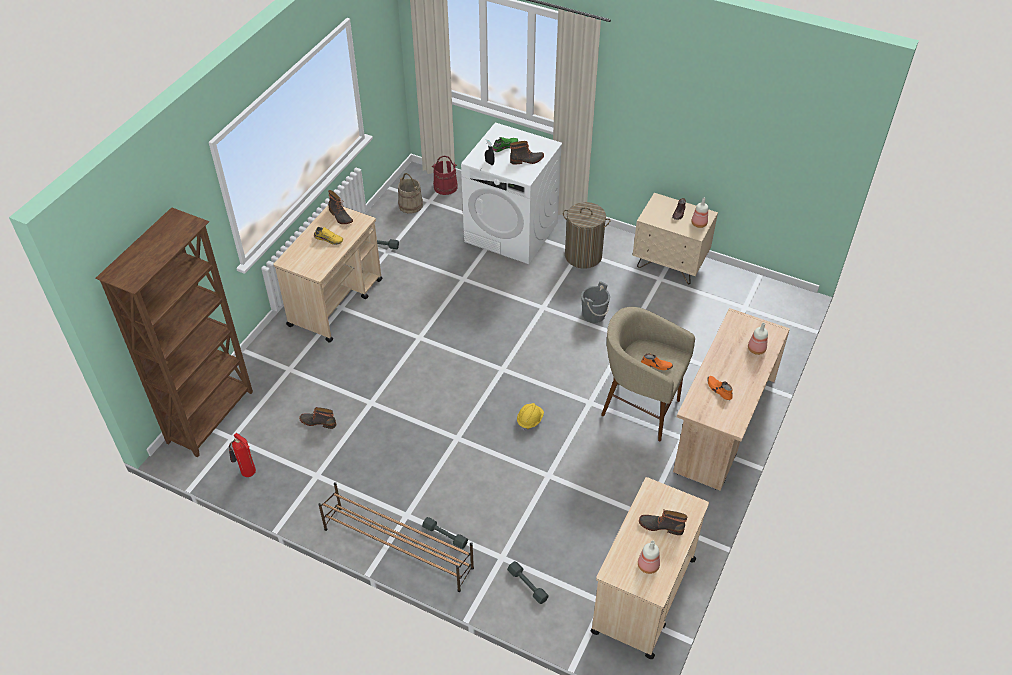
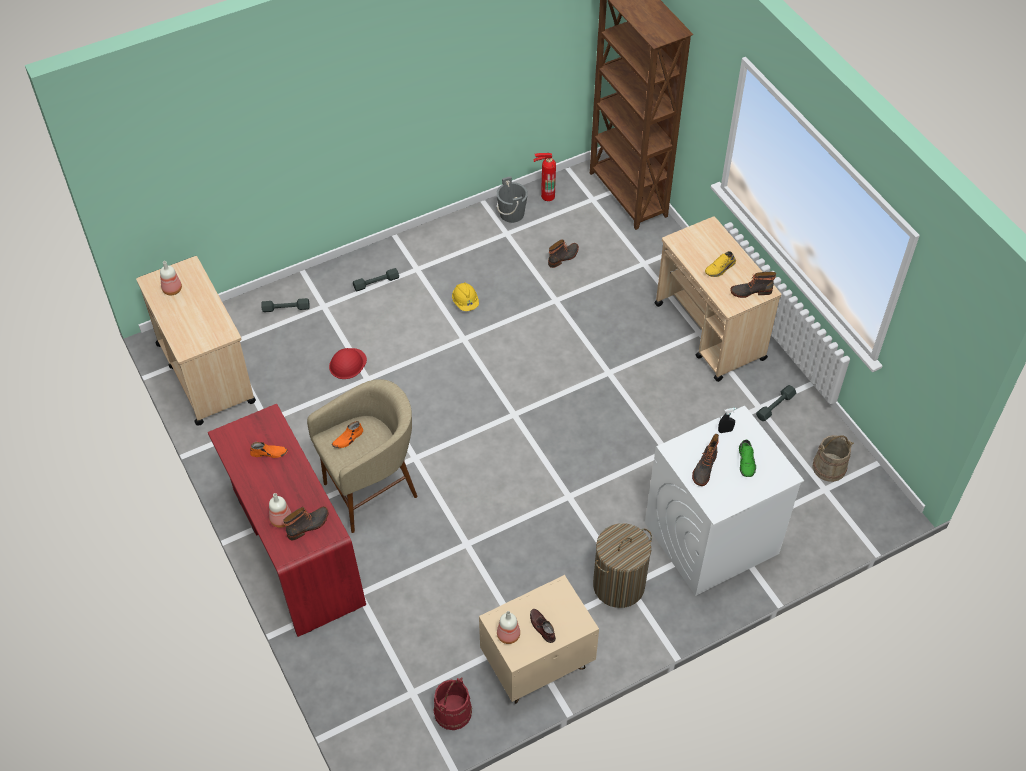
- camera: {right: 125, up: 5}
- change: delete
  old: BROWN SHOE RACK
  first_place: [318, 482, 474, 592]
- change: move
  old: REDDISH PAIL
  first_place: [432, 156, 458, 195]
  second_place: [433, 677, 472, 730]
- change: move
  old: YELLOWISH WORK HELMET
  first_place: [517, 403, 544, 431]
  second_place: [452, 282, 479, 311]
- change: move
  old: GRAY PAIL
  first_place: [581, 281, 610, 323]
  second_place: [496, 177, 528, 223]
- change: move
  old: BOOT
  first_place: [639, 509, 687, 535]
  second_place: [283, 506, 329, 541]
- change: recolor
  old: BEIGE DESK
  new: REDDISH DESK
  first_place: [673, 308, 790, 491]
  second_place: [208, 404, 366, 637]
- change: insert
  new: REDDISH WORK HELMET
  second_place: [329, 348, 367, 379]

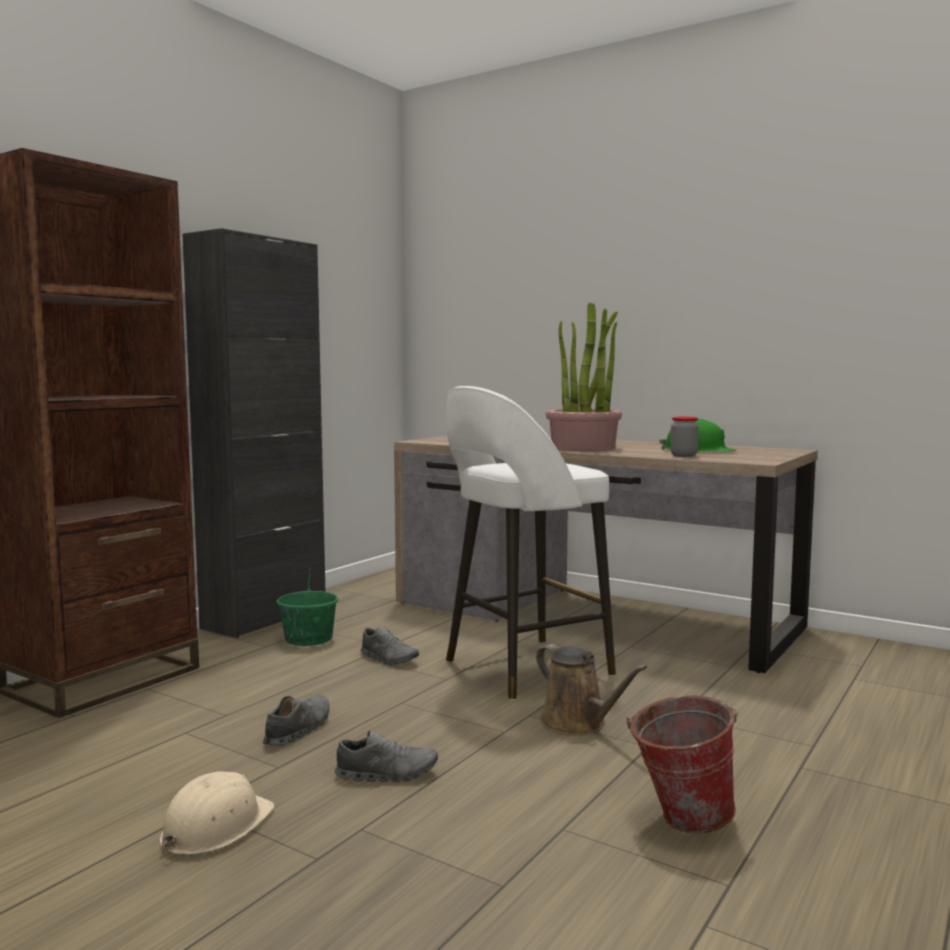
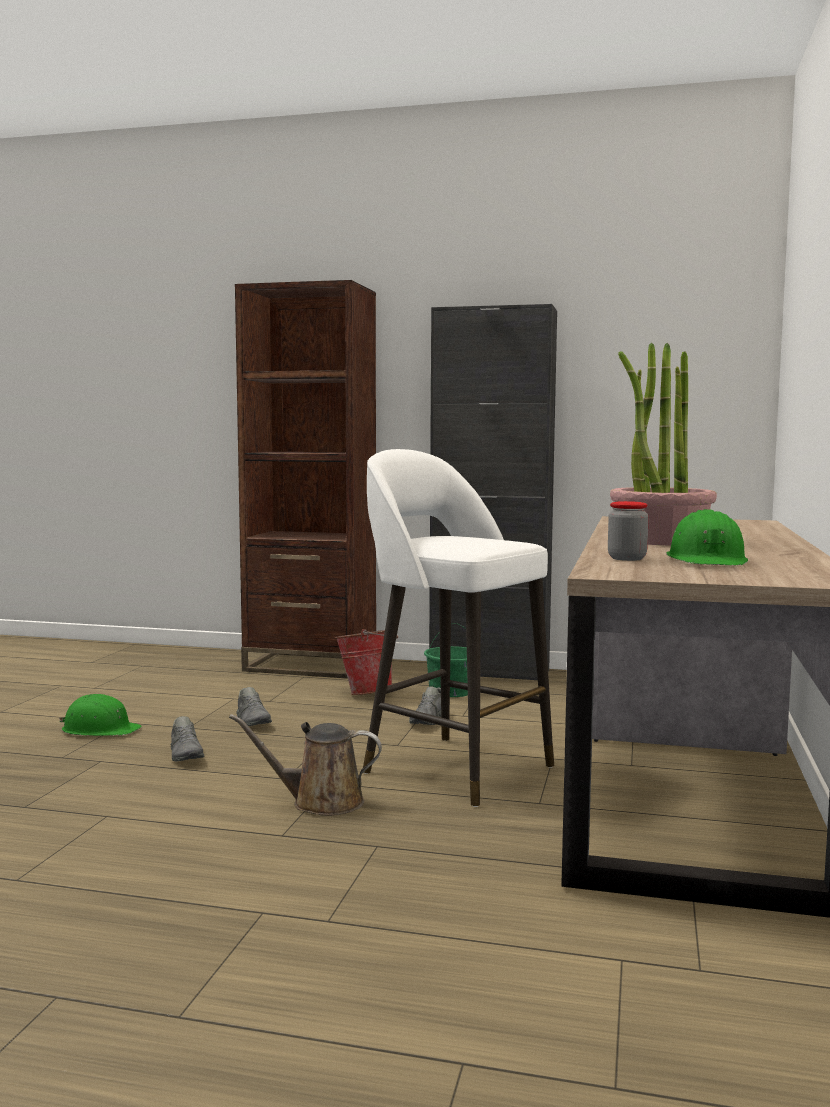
- camera: {right: 70, up: 0}
- change: recolor
  old: BEIGE WORK HELMET
  new: GREENISH WORK HELMET
  first_place: [160, 771, 275, 856]
  second_place: [59, 694, 142, 736]
- change: rotate
  old: GRAY LOW SHOE
  first_place: [263, 695, 329, 746]
  second_place: [236, 687, 272, 726]
  degrees: 60
- change: rotate
  old: BROWN WATERING CAN
  first_place: [536, 644, 647, 735]
  second_place: [229, 714, 382, 816]
  degrees: 60
- change: move
  old: PAIL
  first_place: [626, 695, 738, 833]
  second_place: [335, 629, 398, 695]

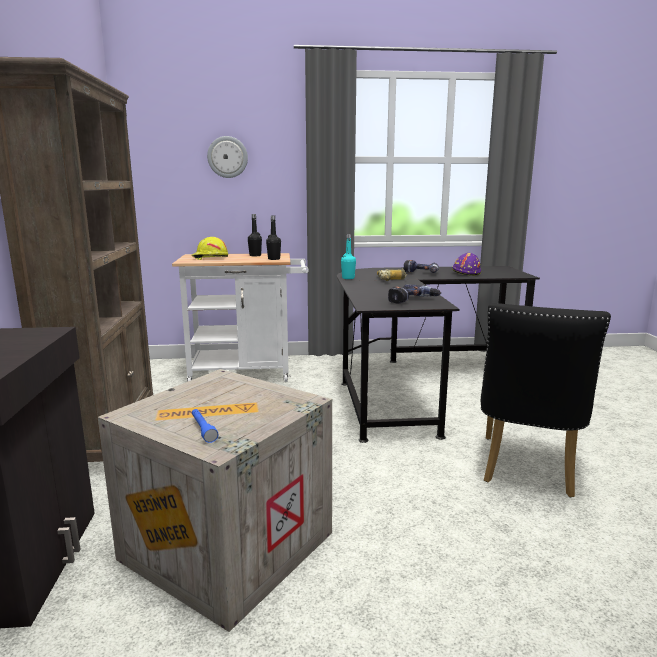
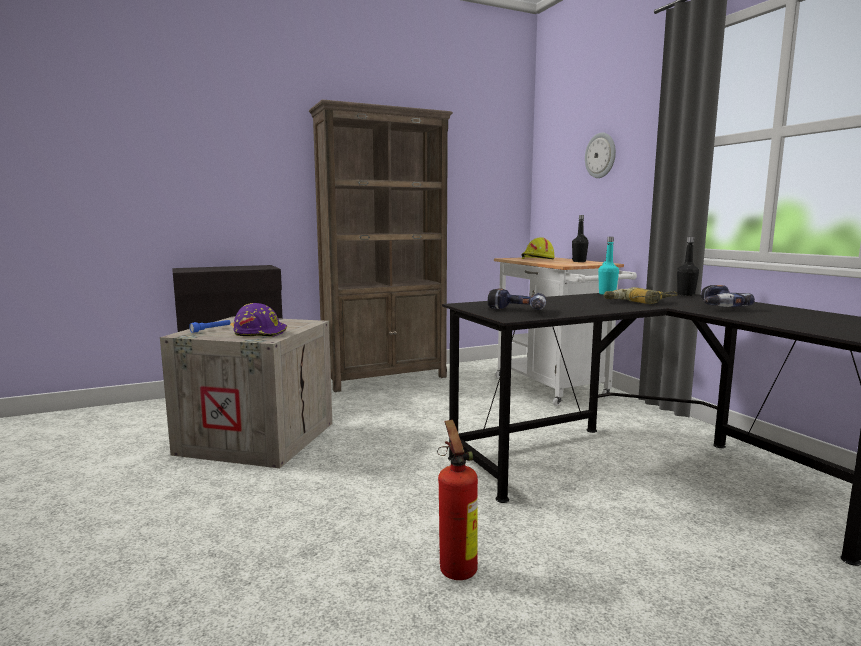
- camera: {right: 70, up: -5}
- change: move
  old: BLACK-COLOURED DRINK BOTTLE
  first_place: [266, 216, 281, 260]
  second_place: [677, 237, 699, 296]
- change: move
  old: PURPLE-COLOURED WORK HELMET
  first_place: [452, 253, 481, 276]
  second_place: [234, 303, 287, 337]
- change: replace
  old: BLACK-COLOURED CHAIR
  new: FIRE-FIGHTING CYLINDER
  first_place: [481, 303, 611, 497]
  second_place: [437, 420, 478, 580]

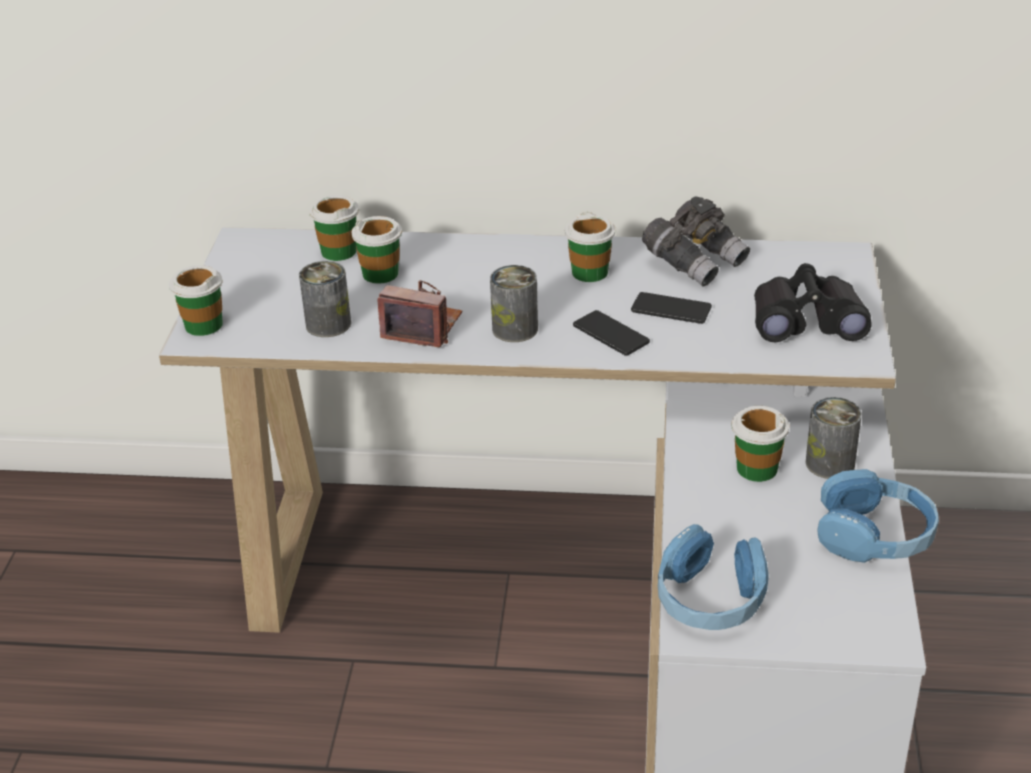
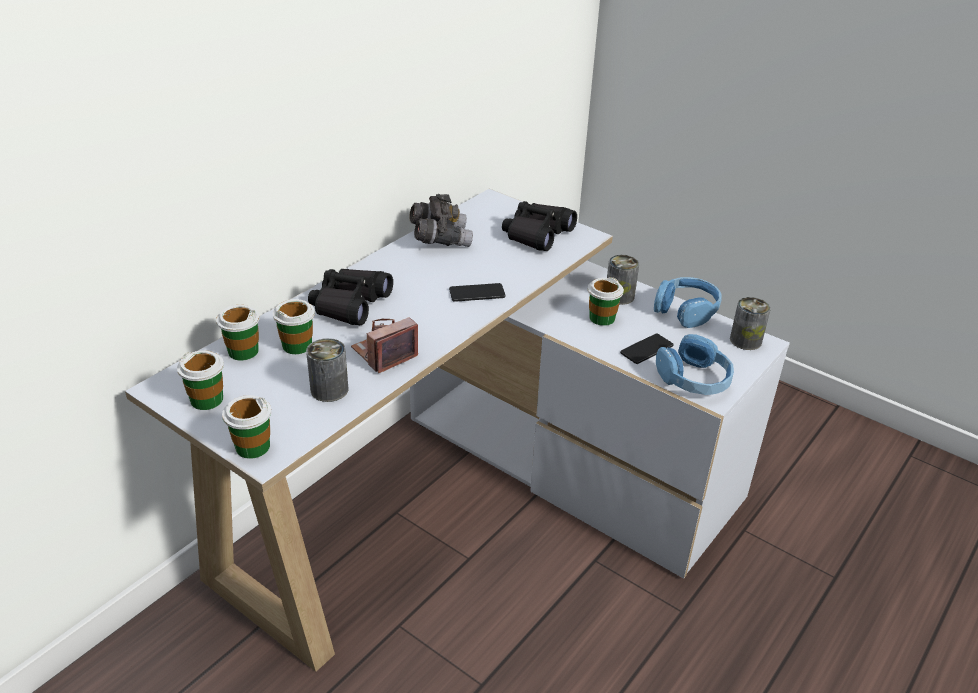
- camera: {right: -60, up: 0}
- change: move
  old: CAN
  first_place: [490, 265, 538, 342]
  second_place: [730, 297, 771, 350]
- change: move
  old: CUP
  first_place: [565, 212, 615, 282]
  second_place: [177, 350, 224, 410]
- change: move
  old: PHONE
  first_place: [631, 292, 712, 324]
  second_place: [620, 333, 674, 364]
- change: insert
  new: BLACK-COLOURED FIELD GLASSES
  second_place: [308, 269, 393, 325]

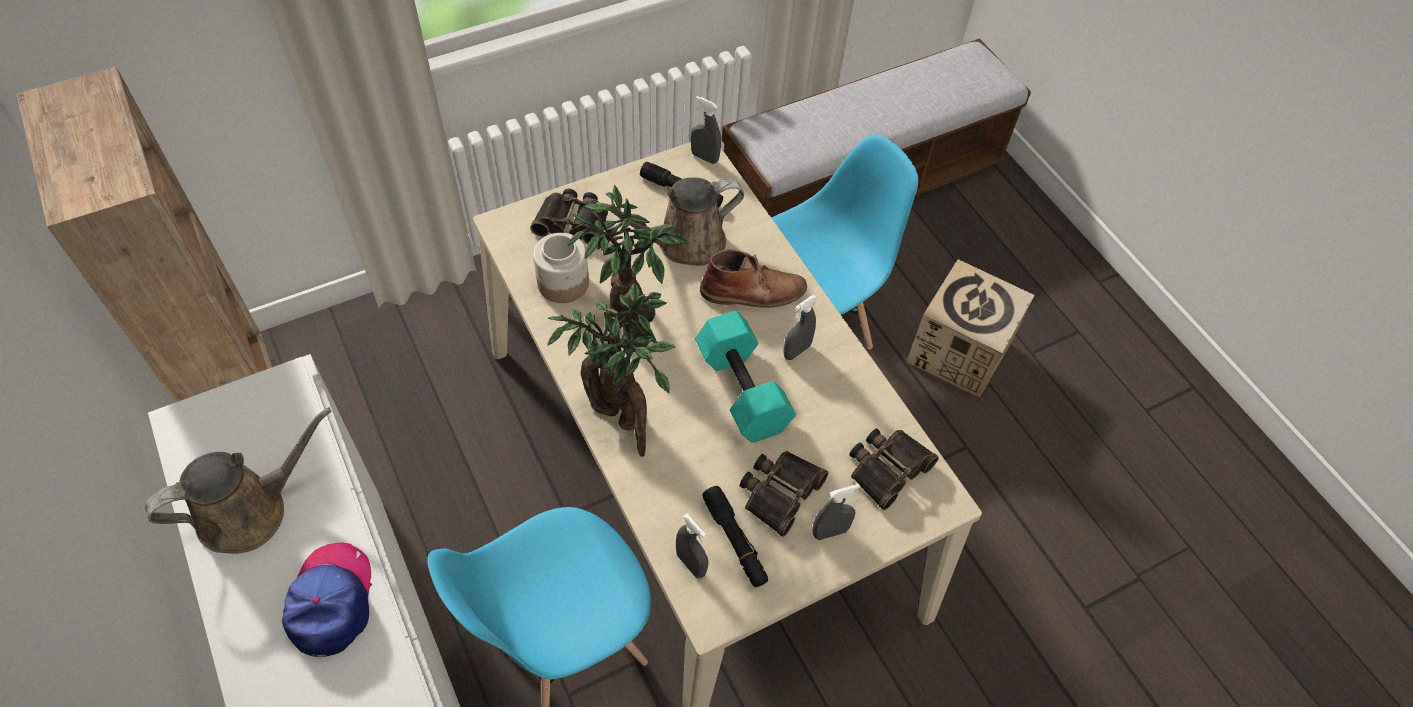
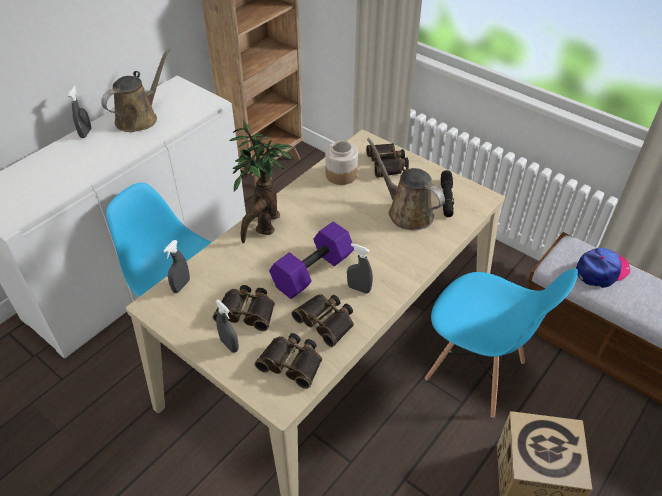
- camera: {right: 70, up: -10}
- change: rotate
  old: BROWN WATERING CAN
  first_place: [145, 407, 332, 554]
  second_place: [101, 48, 170, 132]
  degrees: -90
- change: move
  old: CAP
  first_place: [282, 543, 372, 657]
  second_place: [576, 248, 630, 288]
- change: delete
  old: PLANT IN A POT
  first_place: [567, 185, 689, 352]
- change: move
  old: GRAY HAND SPRAYER
  first_place: [691, 96, 721, 164]
  second_place: [68, 85, 91, 138]
- change: recolor
  old: TURQUOISE-COLOURED HAND WEIGHT
  new: PURPLE-COLOURED HAND WEIGHT
  first_place: [695, 311, 796, 443]
  second_place: [269, 222, 354, 299]
- change: delete
  old: BROWN BOOT
  first_place: [700, 250, 807, 308]
- change: delete
  old: BLACK-COLOURED HAND TORCH
  first_place: [702, 486, 768, 587]
- change: insert
  new: FIELD GLASSES
  second_place: [292, 294, 354, 347]

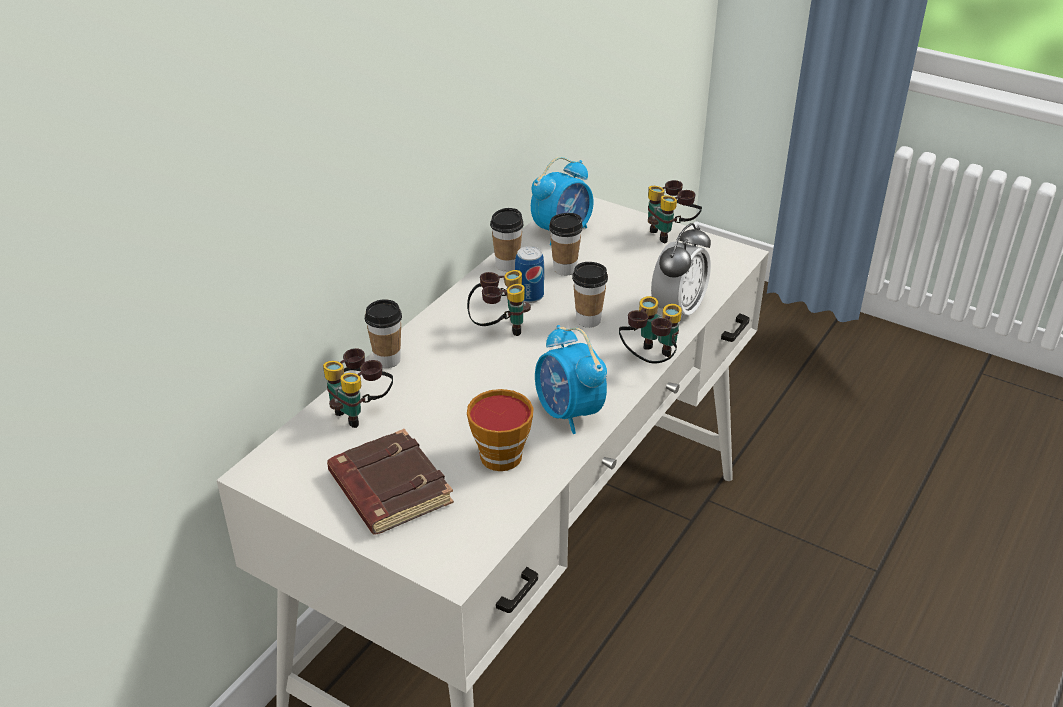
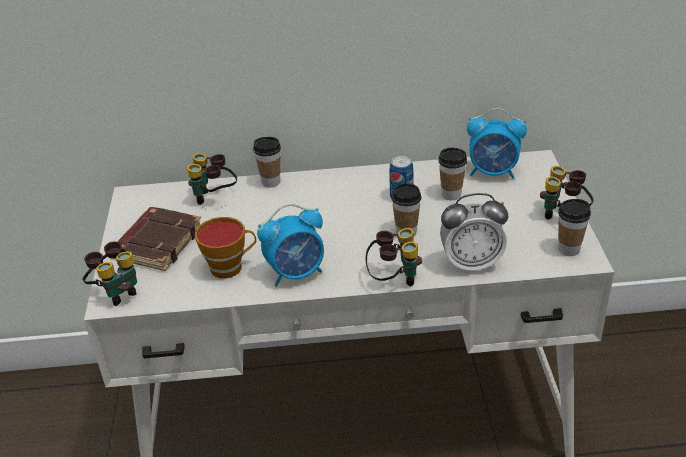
- camera: {right: 55, up: 0}
- change: move
  old: FIELD GLASSES
  first_place: [467, 270, 531, 336]
  second_place: [82, 242, 137, 306]
- change: move
  old: CUP
  first_place: [490, 208, 524, 272]
  second_place: [558, 199, 591, 256]
- change: rotate
  old: ALARM CLOCK
  first_place: [535, 325, 607, 434]
  second_place: [257, 204, 324, 287]
  degrees: -135

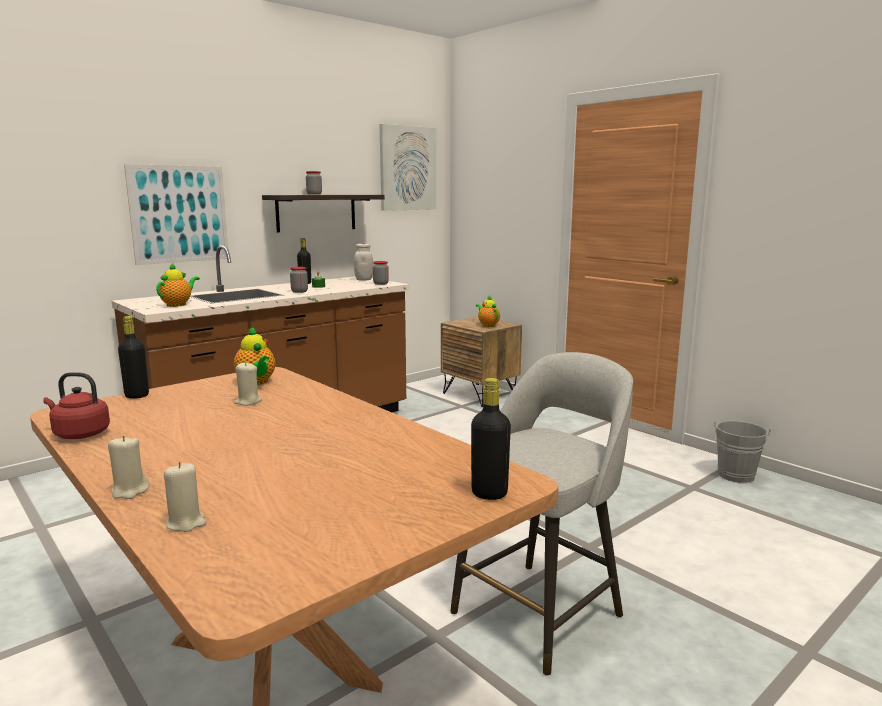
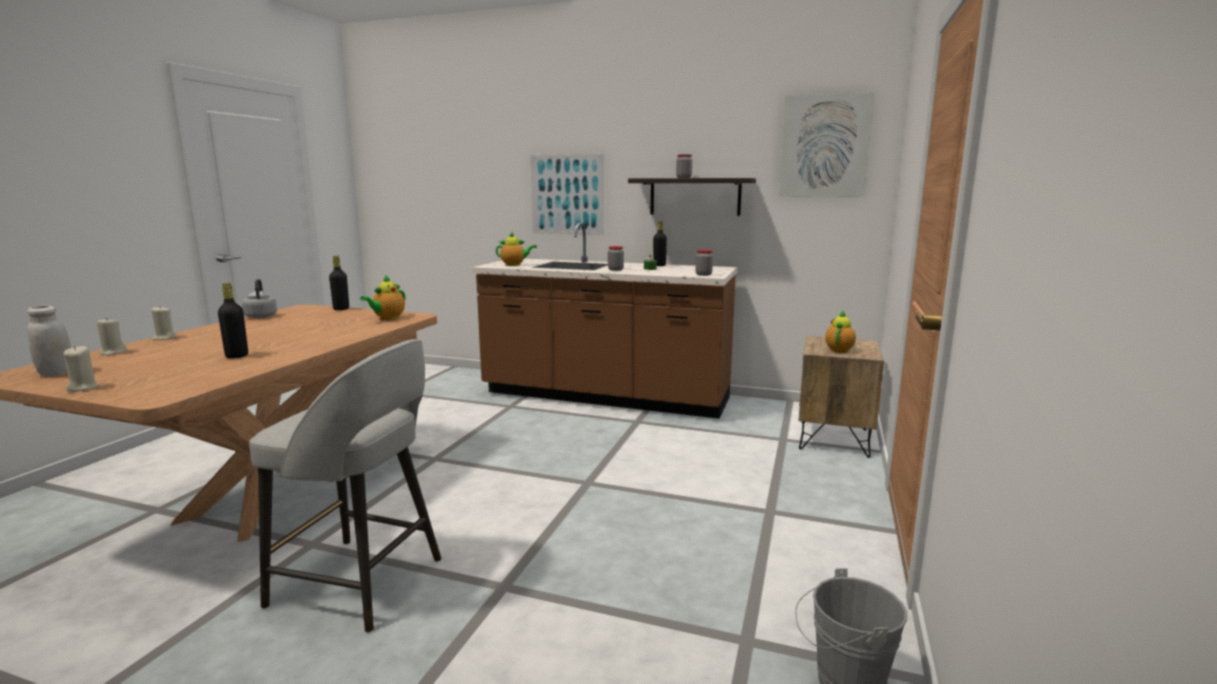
- camera: {right: 60, up: 0}
- change: recolor
  old: REDDISH WATER KETTLE
  new: GRAY WATER KETTLE
  first_place: [43, 372, 110, 439]
  second_place: [242, 279, 277, 318]
- change: move
  old: BEIGE WAX CANDLE
  first_place: [234, 362, 262, 406]
  second_place: [64, 346, 99, 392]
- change: move
  old: WHITE JAR
  first_place: [354, 244, 374, 281]
  second_place: [27, 306, 71, 376]
- change: move
  old: BLACK-COLOURED DRINK BOTTLE
  first_place: [471, 378, 511, 500]
  second_place: [218, 283, 248, 358]

